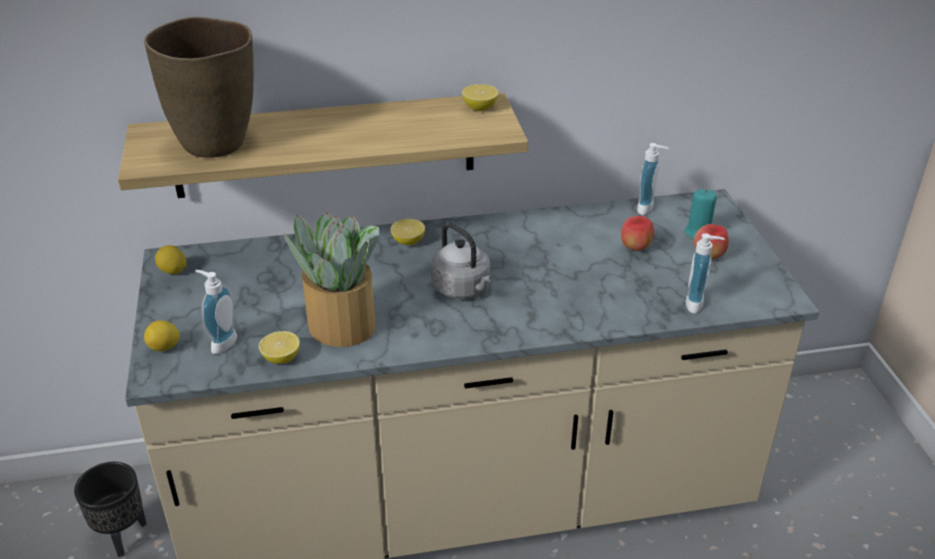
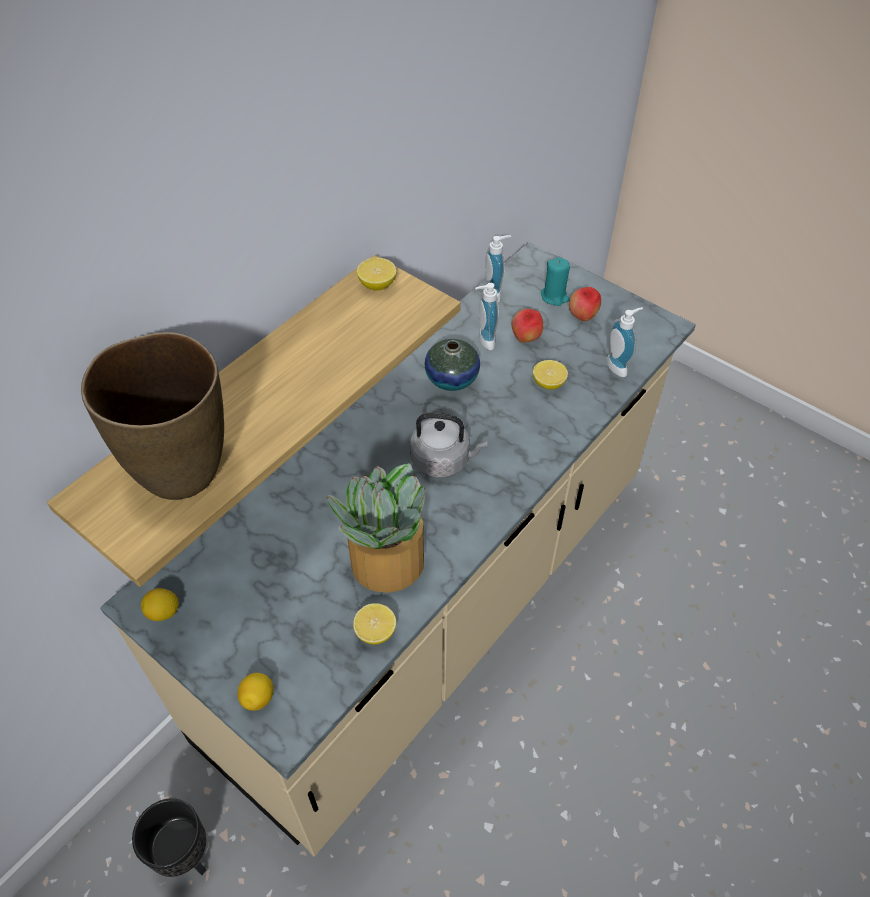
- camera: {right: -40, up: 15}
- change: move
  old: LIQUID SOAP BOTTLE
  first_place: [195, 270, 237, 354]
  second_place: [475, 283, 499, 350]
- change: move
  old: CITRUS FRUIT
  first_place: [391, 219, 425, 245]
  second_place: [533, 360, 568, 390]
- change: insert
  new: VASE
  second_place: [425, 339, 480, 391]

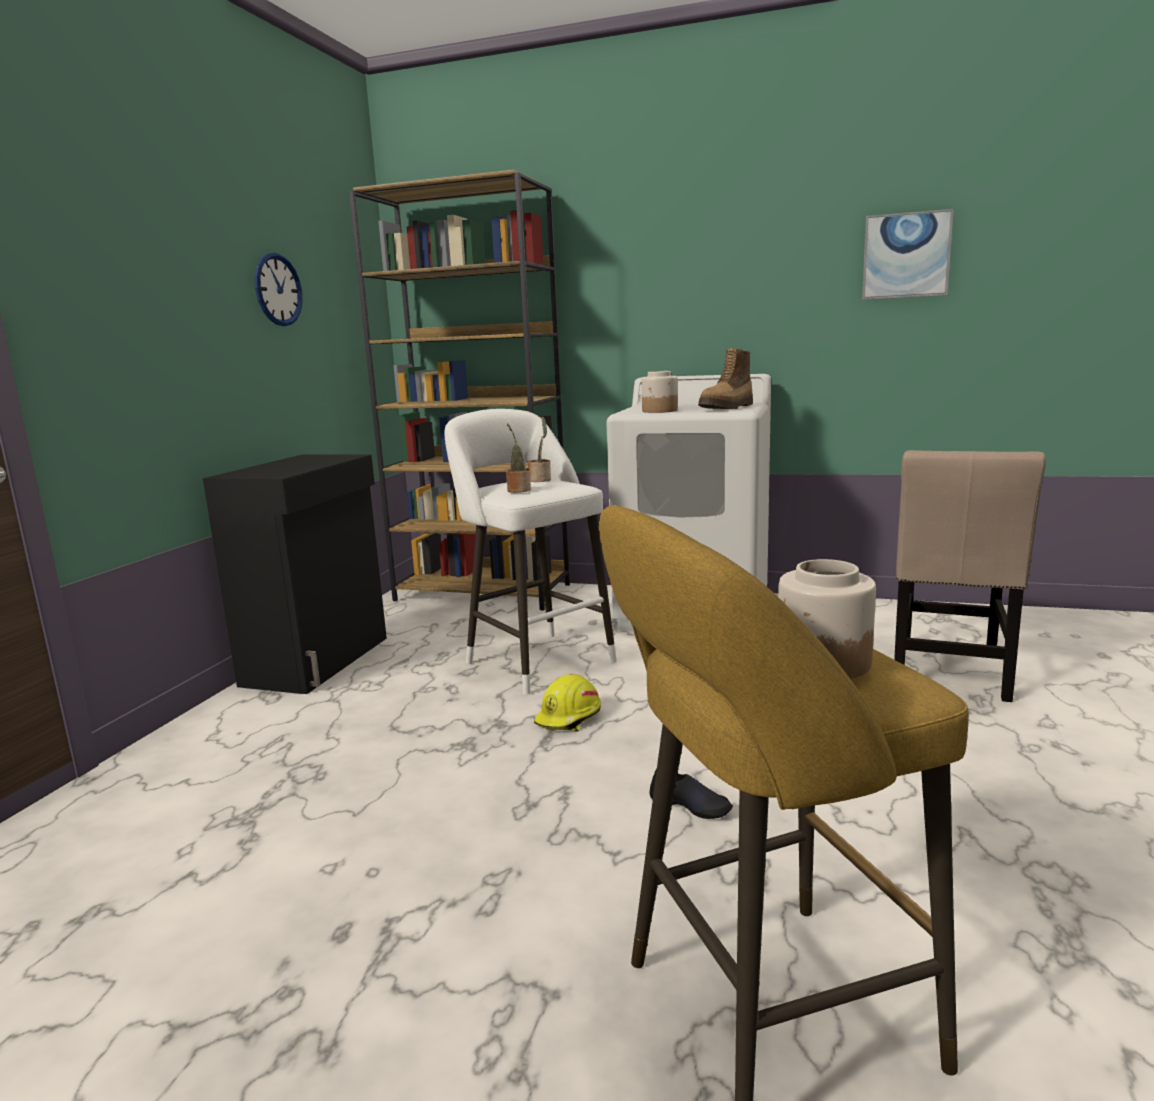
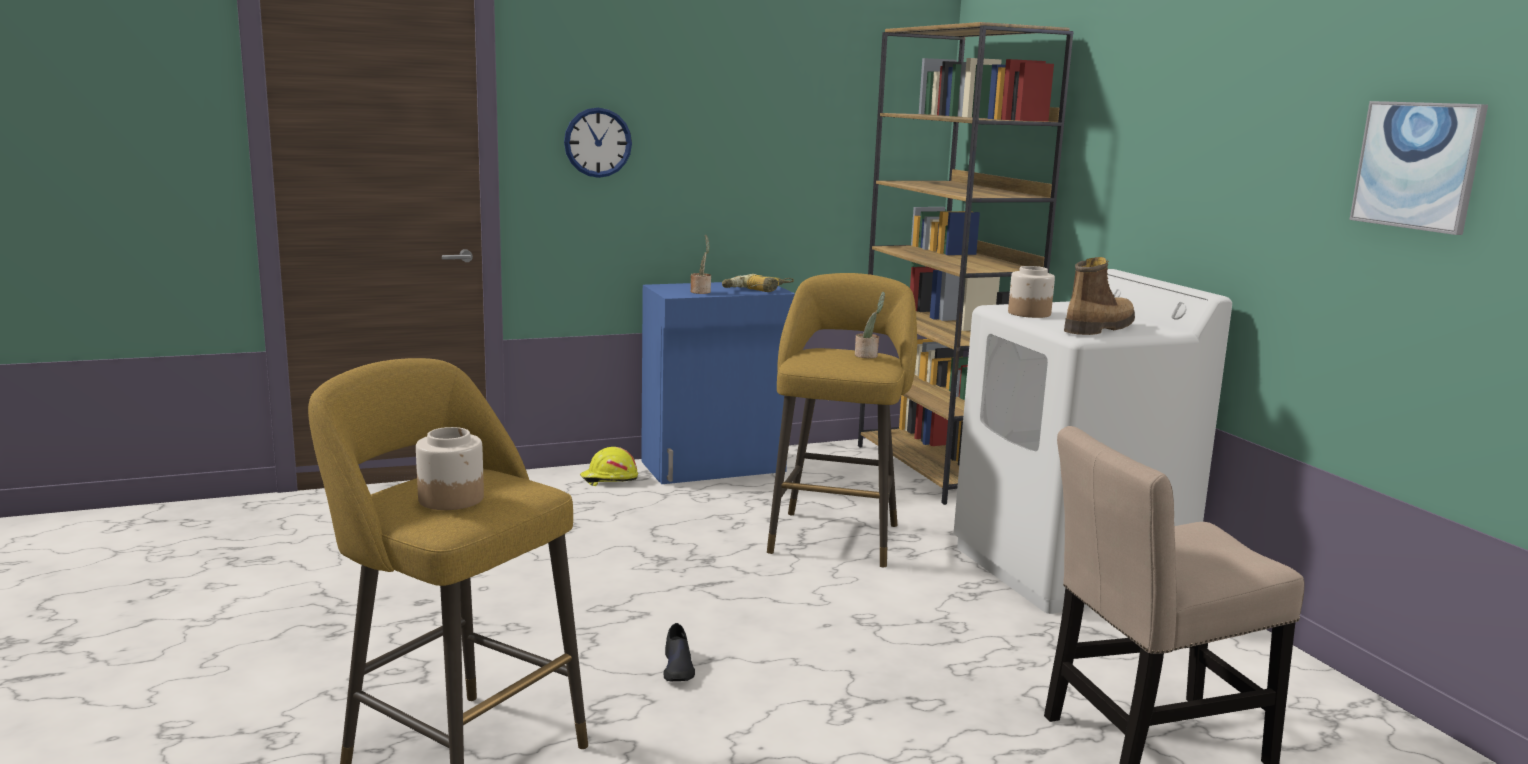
- camera: {right: 50, up: 0}
- change: recolor
  old: BLACK-COLOURED CUPBOARD
  new: BLUE-COLOURED CUPBOARD
  first_place: [203, 455, 387, 694]
  second_place: [641, 282, 795, 484]
- change: move
  old: CLOCK ON THE WALL
  first_place: [255, 253, 302, 326]
  second_place: [564, 108, 632, 178]
- change: recolor
  old: WHITE STOOL SEAT
  new: YELLOWISH STOOL SEAT
  first_place: [444, 409, 617, 695]
  second_place: [767, 273, 917, 567]
- change: move
  old: PLANT IN A POT
  first_place: [506, 423, 531, 493]
  second_place: [691, 235, 711, 294]
- change: move
  old: YELLOWISH WORK HELMET
  first_place: [534, 674, 601, 732]
  second_place: [580, 447, 638, 486]
- change: rotate
  old: BOOT
  first_place: [698, 348, 753, 409]
  second_place: [1064, 257, 1135, 335]
  degrees: 135
- change: insert
  new: POWER DRILL
  second_place: [722, 274, 794, 292]

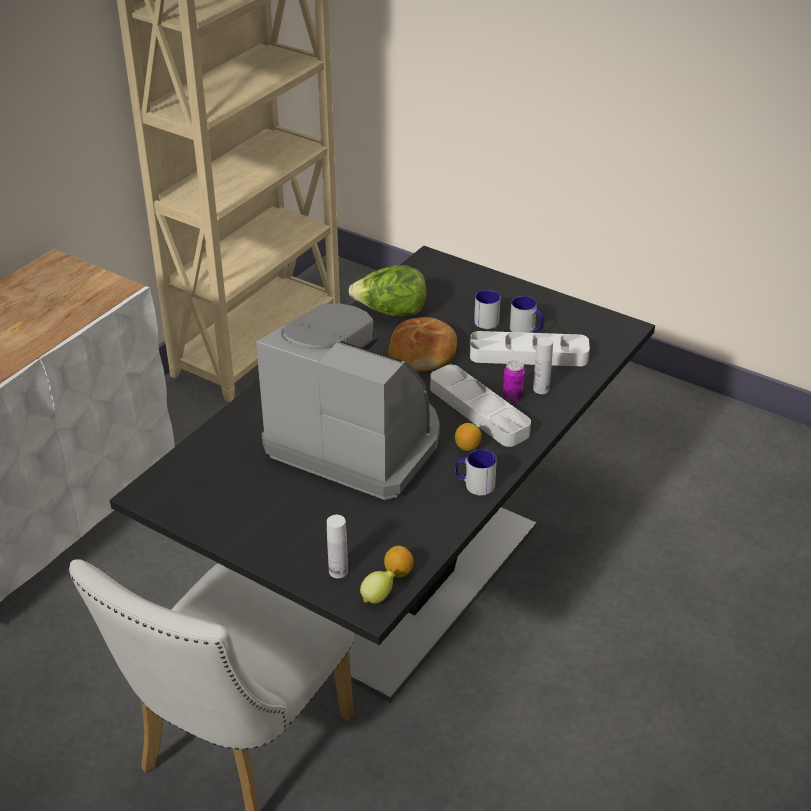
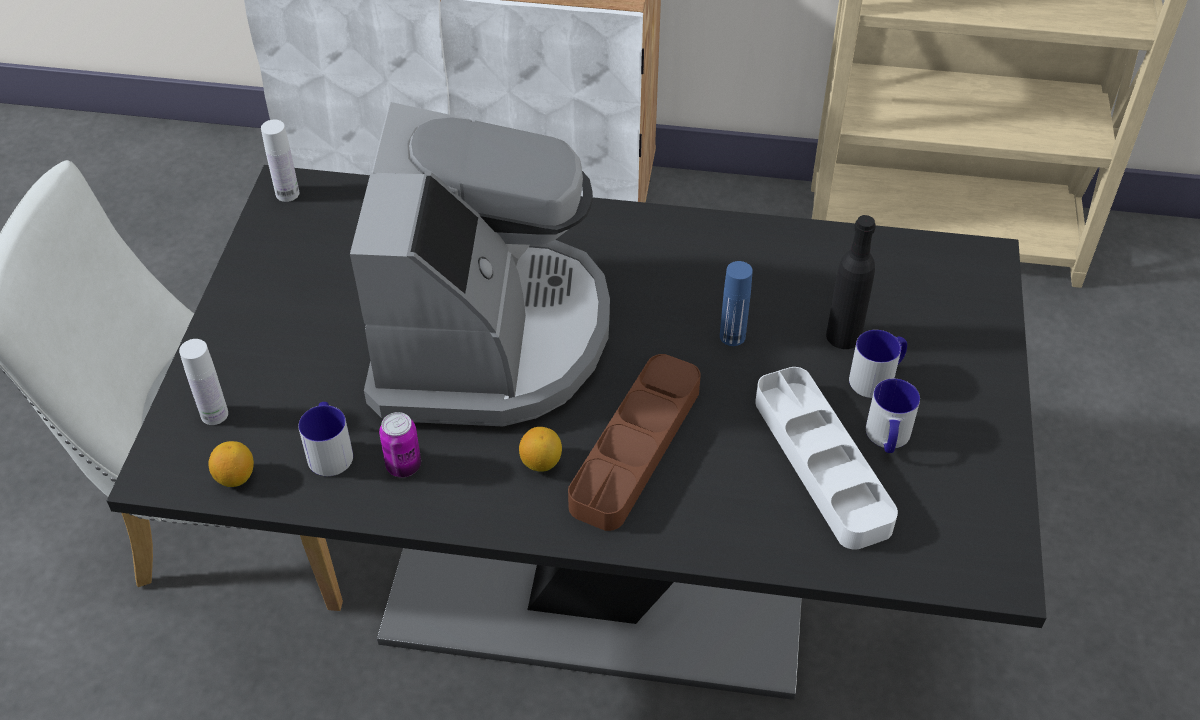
- camera: {right: 65, up: 10}
- change: delete
  old: HEAD OF LETTUCE
  first_place: [348, 265, 427, 317]
- change: delete
  old: CITRUS FRUIT
  first_place: [360, 570, 395, 603]
- change: replace
  old: BAKED BREAD
  new: BLUE-COLOURED DRINK BOTTLE
  first_place: [388, 317, 457, 372]
  second_place: [720, 261, 753, 346]
- change: recolor
  old: GRAY SERVING TRAY
  new: BROWN SERVING TRAY
  first_place: [430, 365, 531, 447]
  second_place: [568, 354, 701, 531]
- change: move
  old: MUG
  first_place: [455, 449, 497, 496]
  second_place: [298, 402, 353, 476]
- change: move
  old: CAN
  first_place: [503, 360, 525, 402]
  second_place: [379, 412, 421, 477]
- change: move
  old: WHITE DRINK BOTTLE
  first_place: [533, 337, 553, 394]
  second_place: [261, 120, 299, 202]
- change: insert
  new: BLACK-COLOURED DRINK BOTTLE
  second_place: [826, 215, 876, 349]

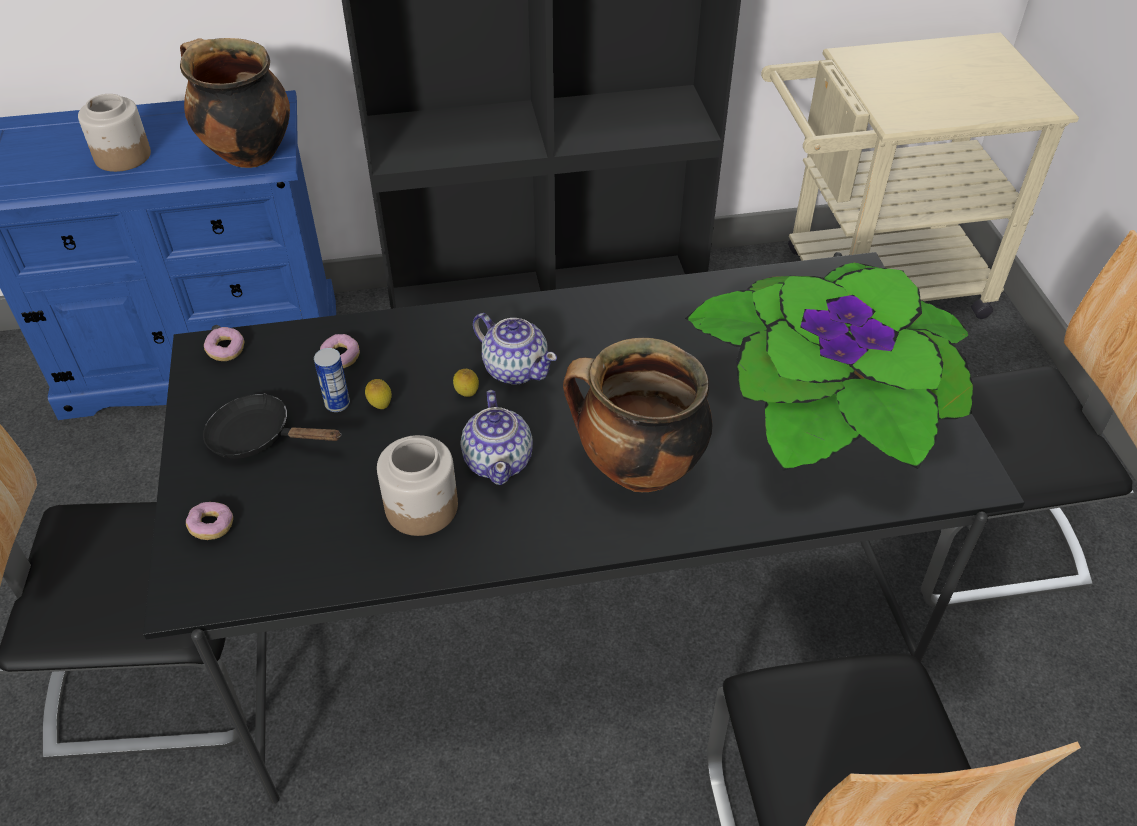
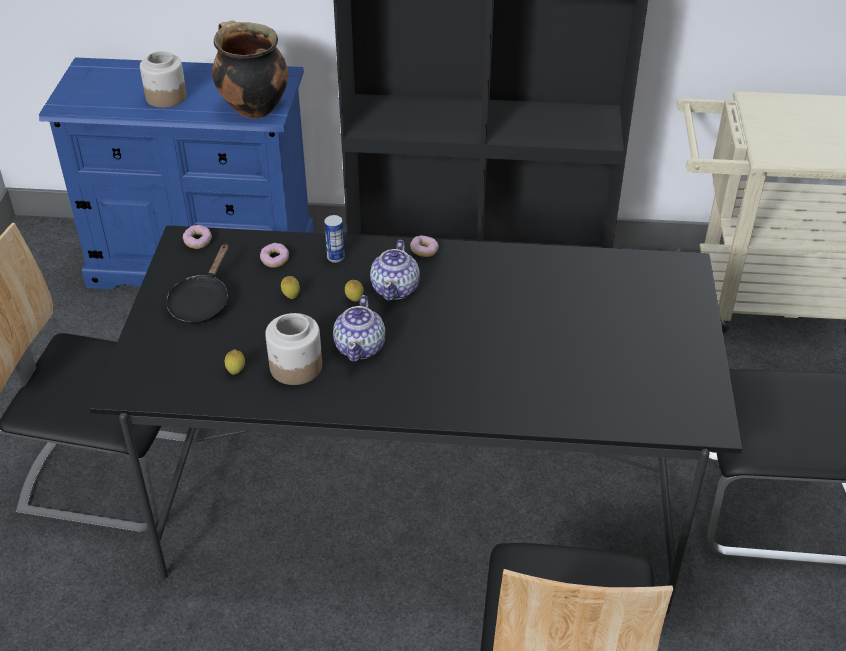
- camera: {right: 15, up: -5}
- change: move
  old: DOUGHNUT
  first_place: [186, 502, 233, 540]
  second_place: [410, 236, 439, 257]
- change: rotate
  old: BLACK-COLOURED SKILLET
  first_place: [203, 393, 342, 459]
  second_place: [166, 243, 229, 324]
  degrees: -105
- change: move
  old: CAN
  first_place: [314, 348, 350, 412]
  second_place: [324, 215, 345, 263]
- change: rotate
  old: POT FOR TEA
  first_place: [473, 313, 557, 385]
  second_place: [370, 240, 420, 301]
  degrees: 45
- change: delete
  old: STOCKPOT
  first_place: [563, 338, 712, 492]
- change: delete
  old: PLANT IN A POT
  first_place: [685, 263, 973, 471]
- change: insert
  new: CITRUS FRUIT
  second_place: [225, 349, 245, 375]

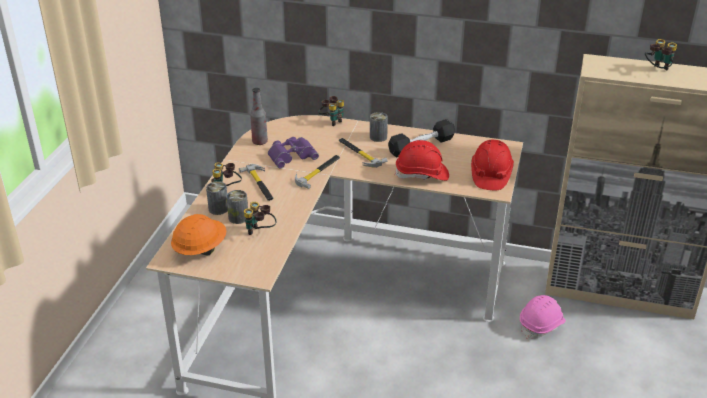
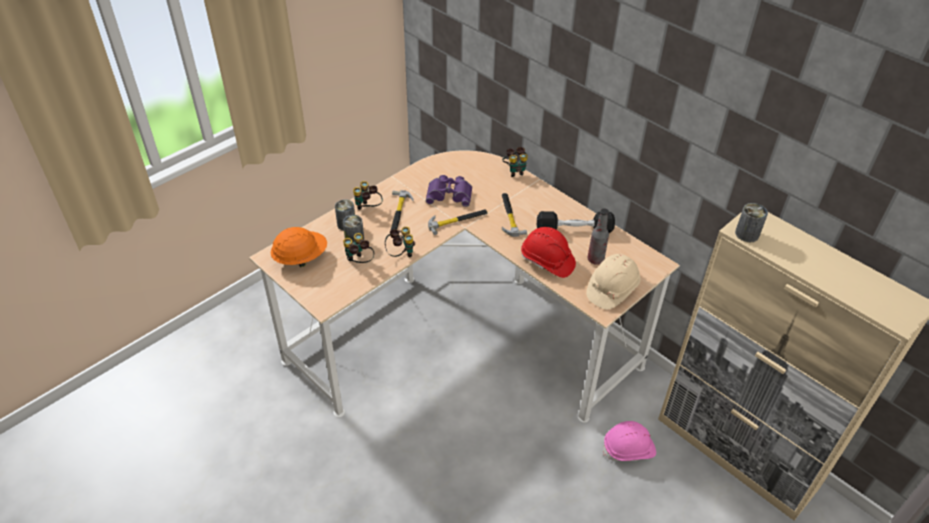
- camera: {right: 30, up: 10}
- change: move
  old: DRINK BOTTLE
  first_place: [250, 88, 268, 145]
  second_place: [588, 208, 609, 265]
- change: move
  old: CAN
  first_place: [370, 112, 388, 142]
  second_place: [735, 203, 768, 242]
- change: recolor
  old: REDDISH WORK HELMET
  new: BEIGE WORK HELMET
  first_place: [471, 140, 514, 190]
  second_place: [586, 254, 641, 310]
- change: move
  old: FIELD GLASSES
  first_place: [645, 39, 677, 70]
  second_place: [385, 227, 415, 258]

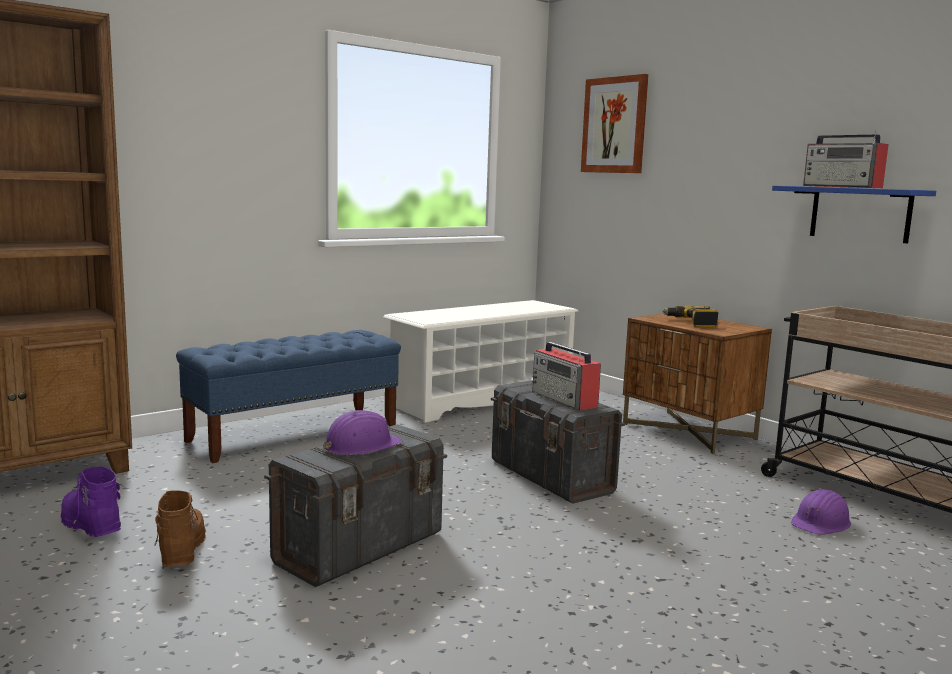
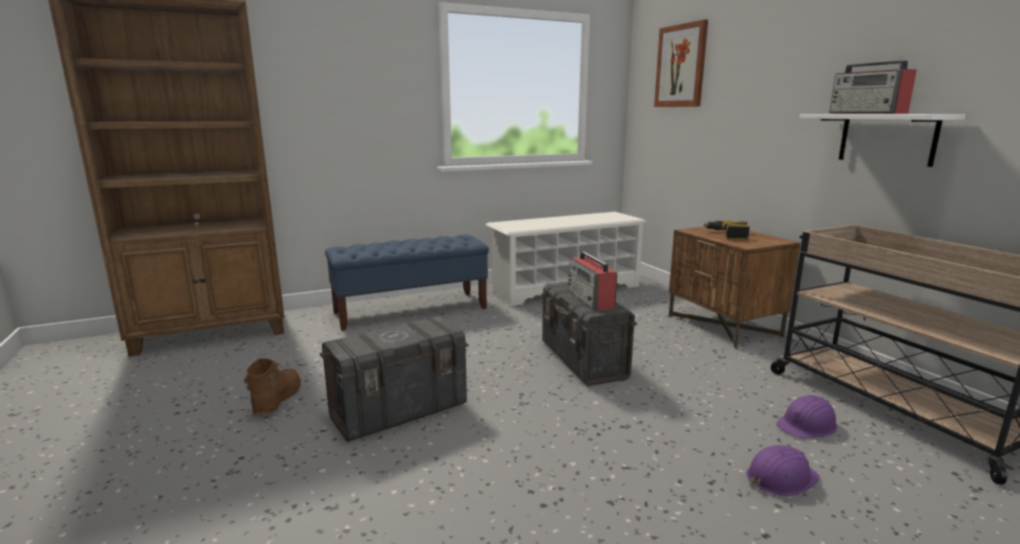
- camera: {right: 15, up: 5}
- change: delete
  old: PURPLE-COLOURED BOOT
  first_place: [61, 467, 121, 537]
- change: move
  old: PURPLE-COLOURED WORK HELMET
  first_place: [322, 410, 403, 455]
  second_place: [746, 445, 820, 496]
- change: recolor
  old: BLUE-COLOURED SHELF
  new: WHITE SHELF
  first_place: [772, 185, 936, 243]
  second_place: [800, 114, 966, 167]

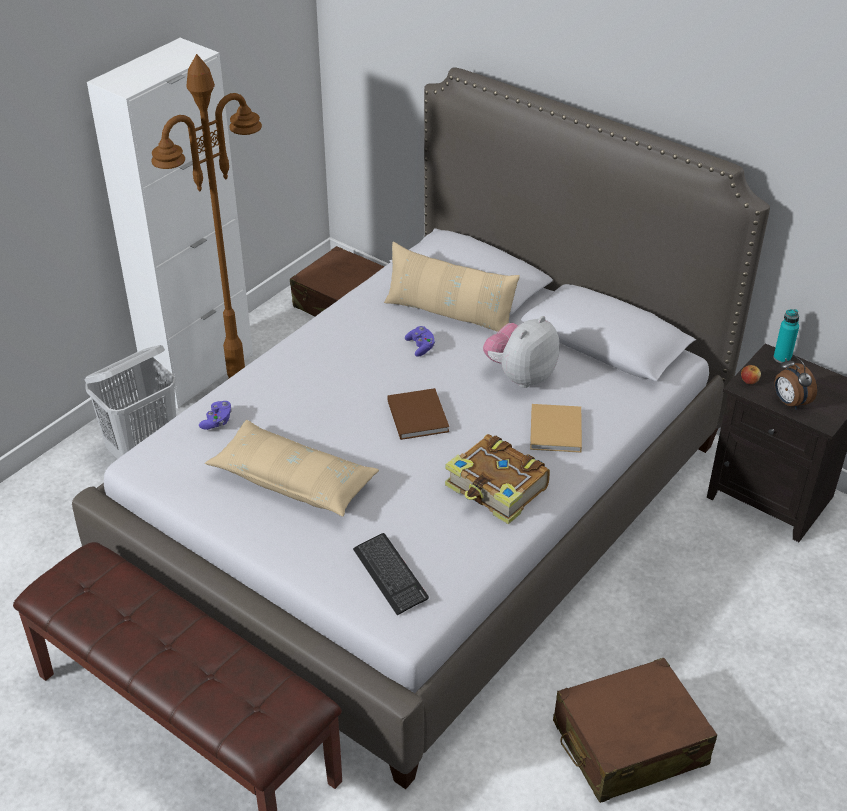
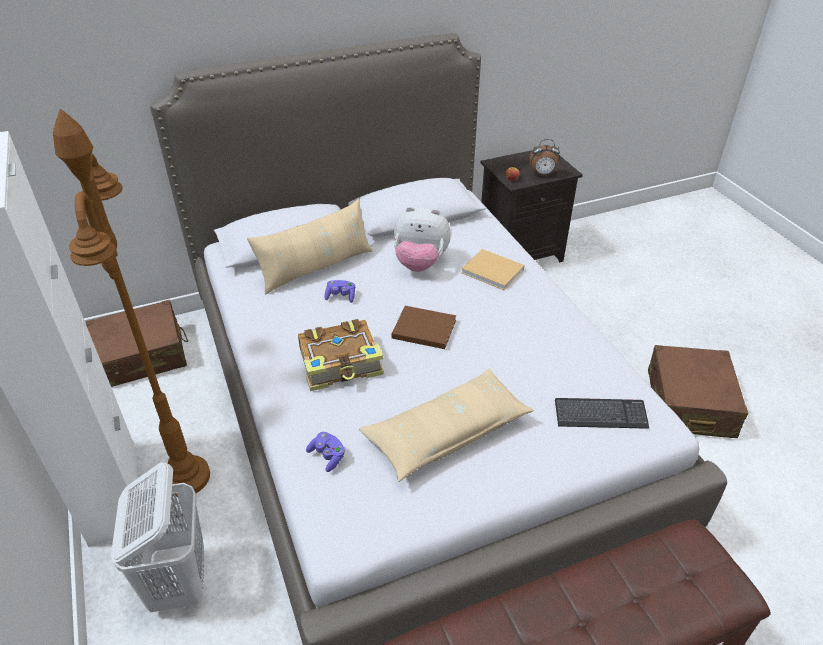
- camera: {right: -60, up: 0}
- change: move
  old: BOUND BOOK
  first_place: [445, 434, 550, 524]
  second_place: [298, 319, 384, 391]
- change: rotate
  old: CUDDLY TOY
  first_place: [483, 316, 559, 388]
  second_place: [394, 206, 451, 272]
  degrees: -60
- change: delete
  old: TURQUOISE-COLOURED DRINK BOTTLE
  first_place: [773, 309, 799, 363]

